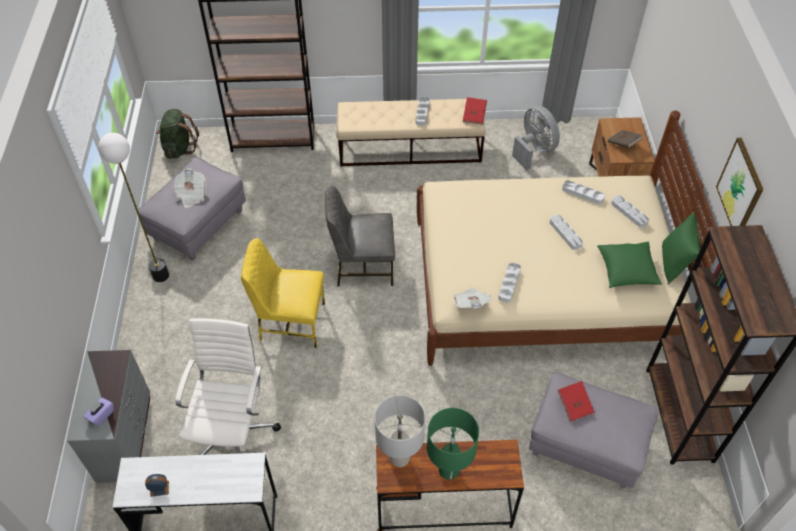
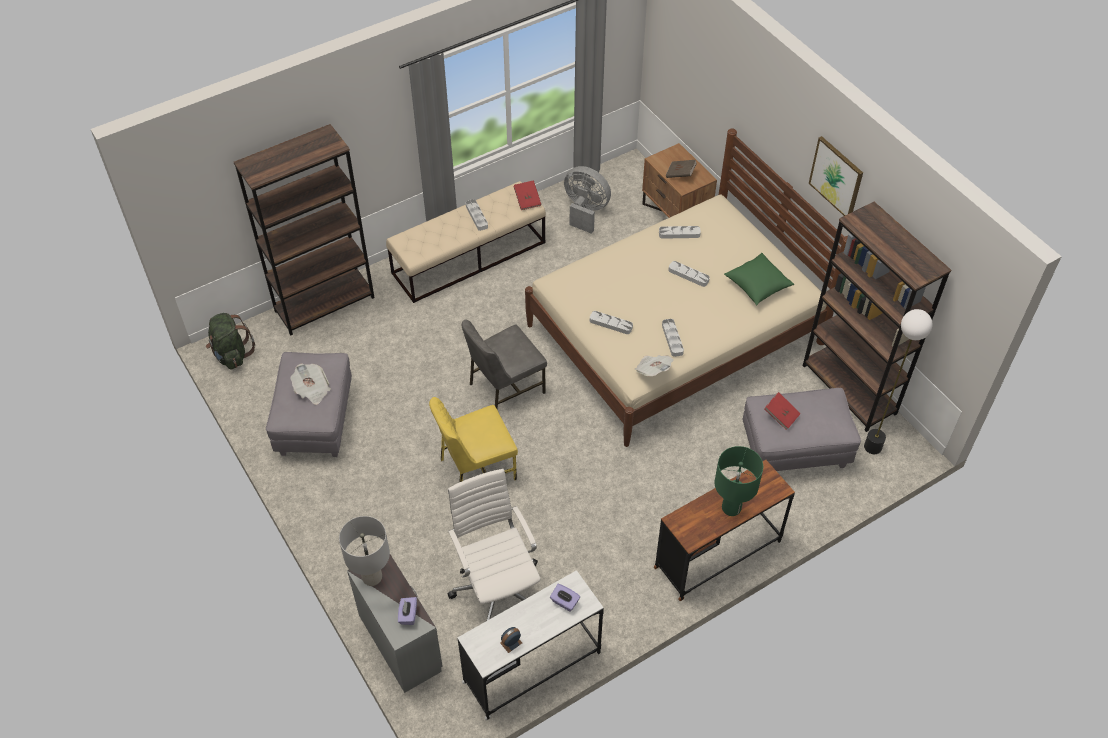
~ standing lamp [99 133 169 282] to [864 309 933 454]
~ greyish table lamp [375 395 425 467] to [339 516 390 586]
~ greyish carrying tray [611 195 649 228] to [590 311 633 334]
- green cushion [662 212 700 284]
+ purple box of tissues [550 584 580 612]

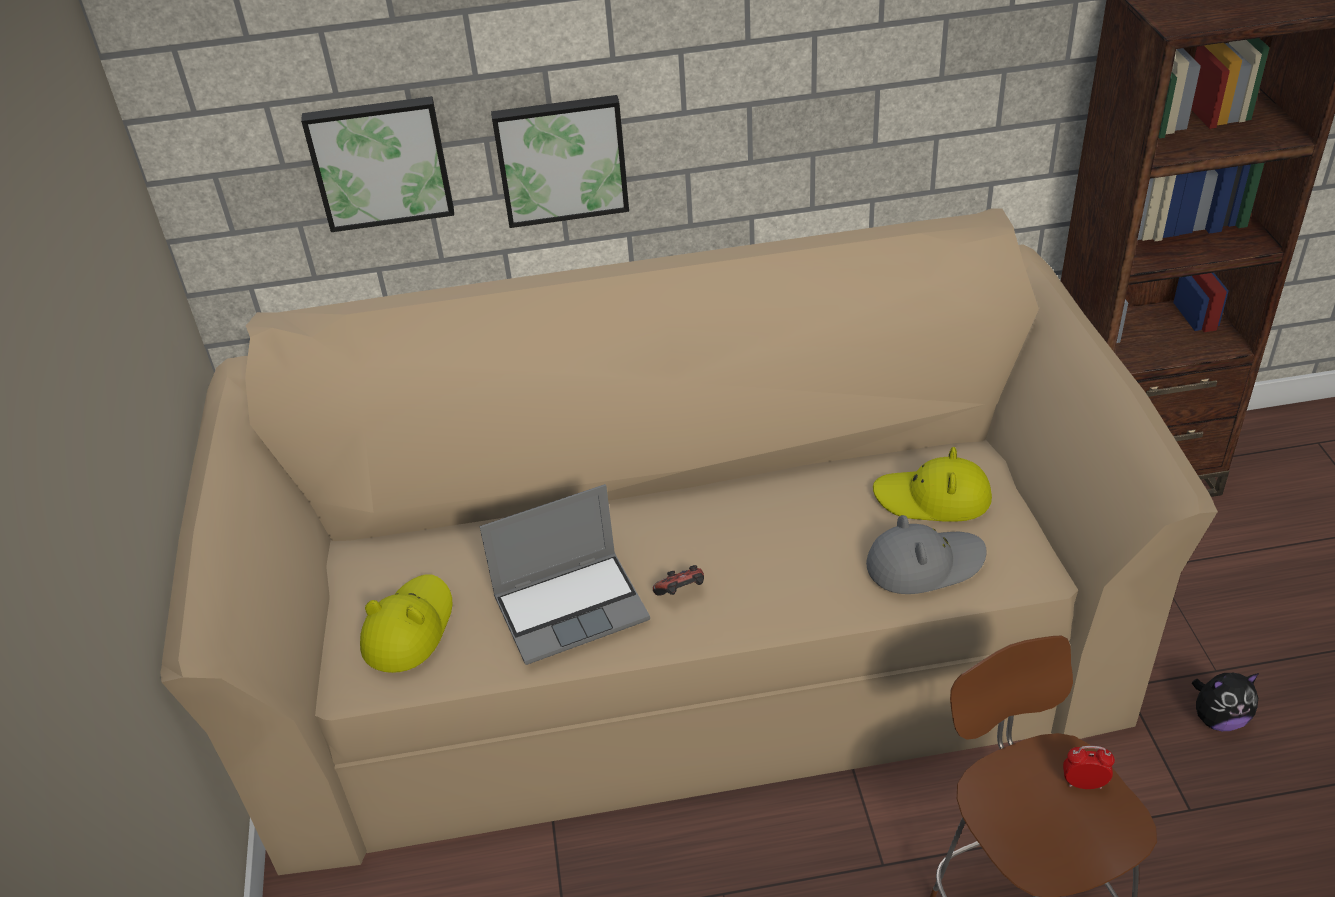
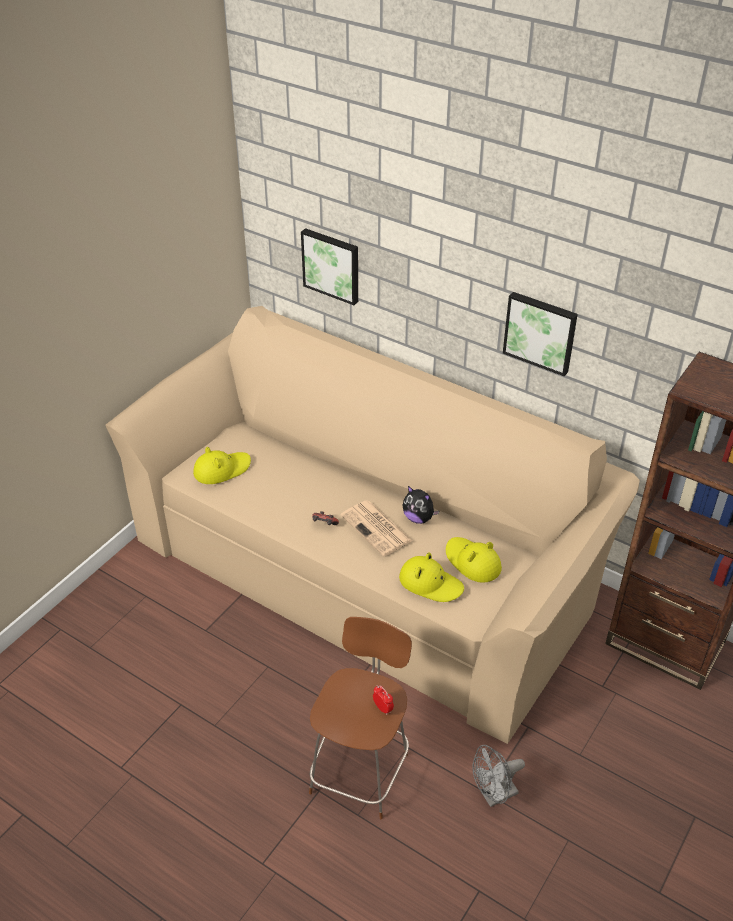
- portable computer [480 484 650 665]
~ wall picture [491 95 629 228] to [503 292 578 376]
~ greyish clothing hat [866 515 987 594] to yellow clothing hat [399 552 464 602]
~ plush toy [1192 673 1259 731] to [403 486 439 524]
+ printed paper [341 500 412 556]
+ greyish fan [472 745 525 807]

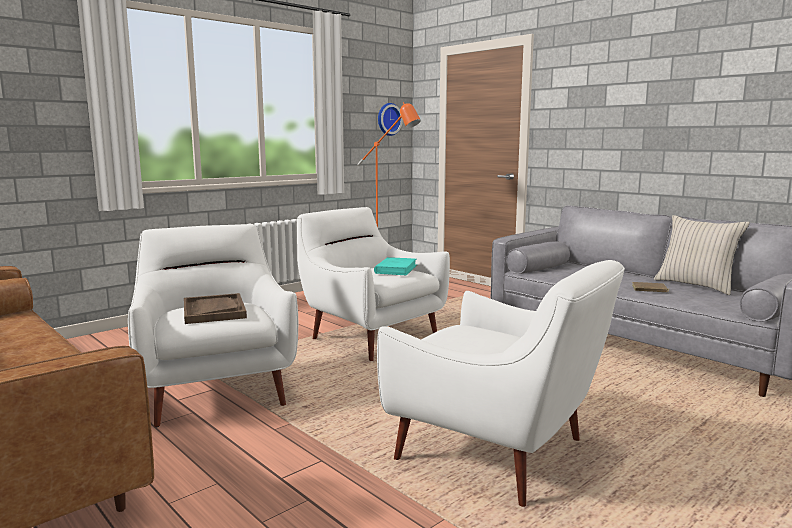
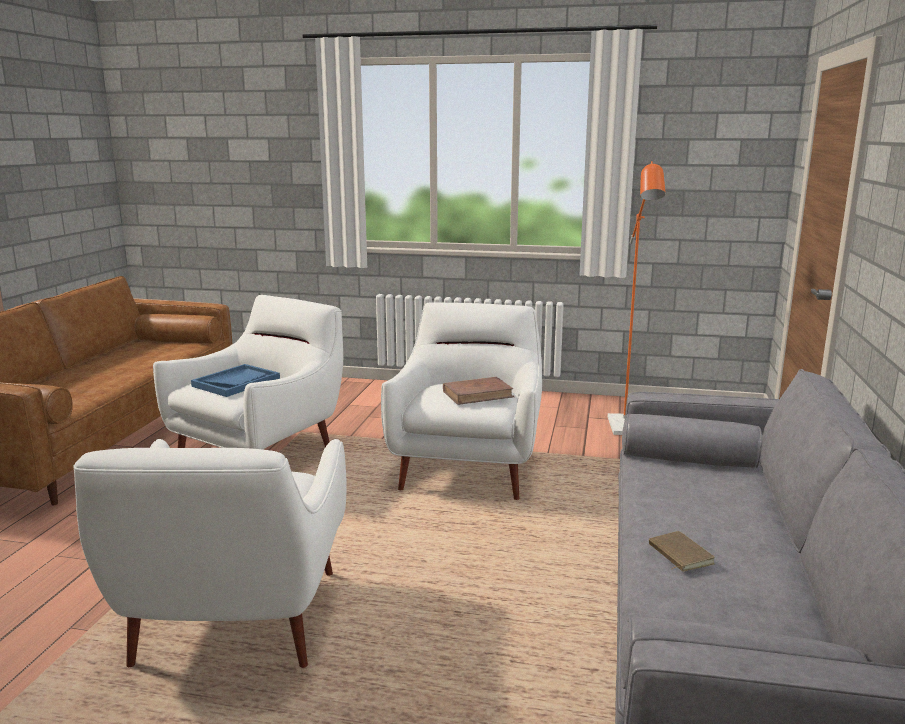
~ brownish carrying tray [184 293 247 324] to bluish carrying tray [191 364 280 397]
~ blue-green book [374 257 417 275] to brownish book [443 377 515 405]
- hanging clock [378 103 403 136]
- beige-coloured cushion [654 215 750 295]

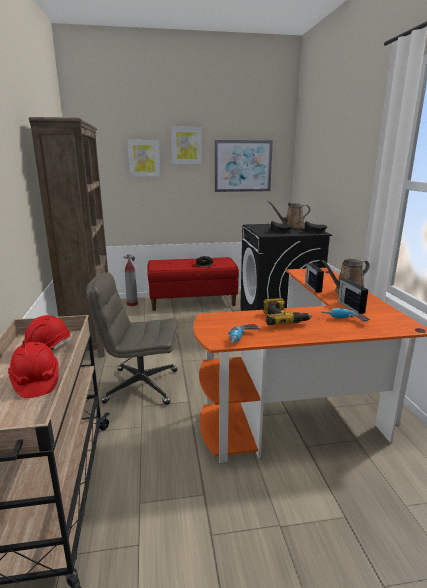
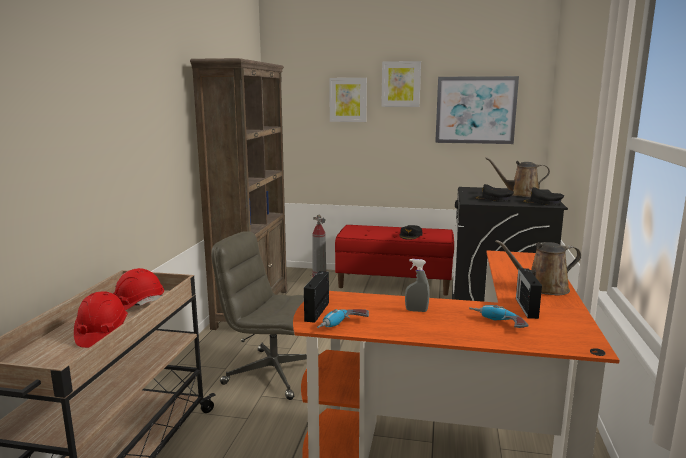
~ power drill [263 298 312 325] to greyish sprayer [405 259 430 312]
~ radio receiver [305 263 324 293] to [304 271 329 323]

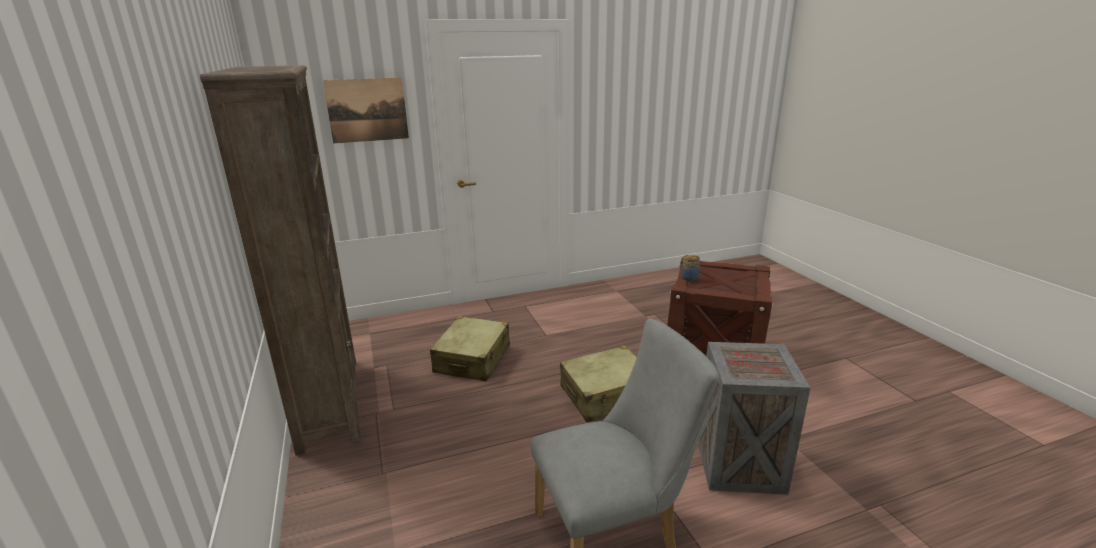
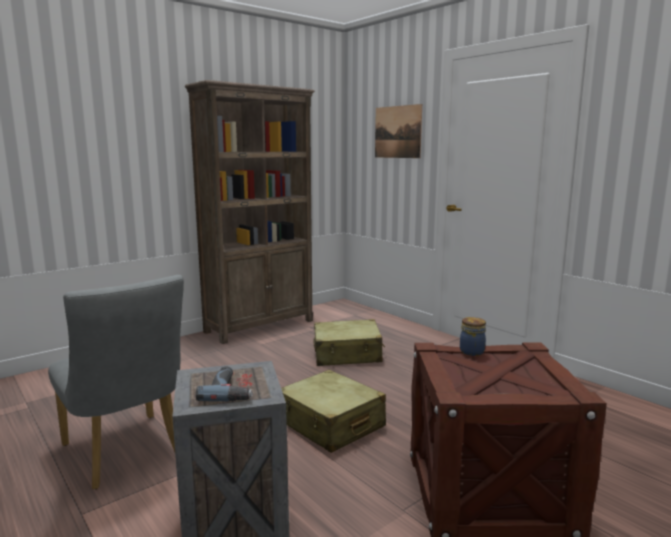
+ power drill [196 366 253 401]

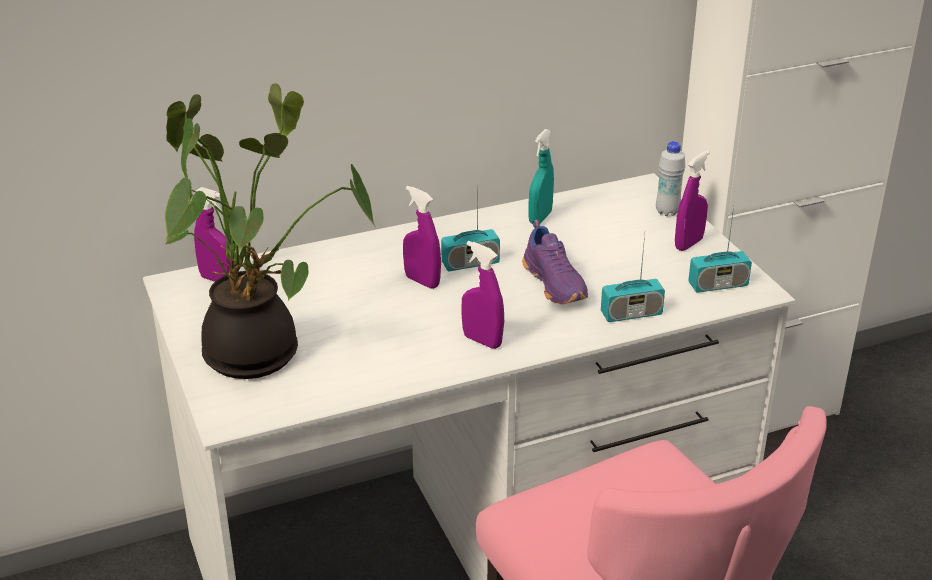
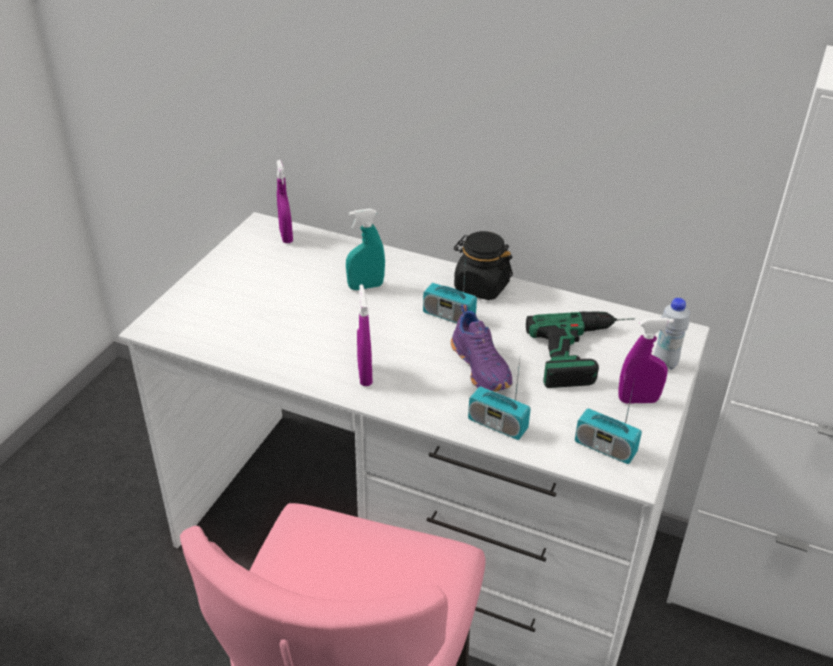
- houseplant [163 83 376 379]
- purple sprayer [403 186 441 289]
~ purple item of footwear [522 220 588 304] = [451 304 512 392] 45 degrees counterclockwise
~ blue-green sprayer [529 129 554 224] to [346 208 385 290]
+ blackish preserve jar [454 231 513 300]
+ power drill [526 311 635 388]

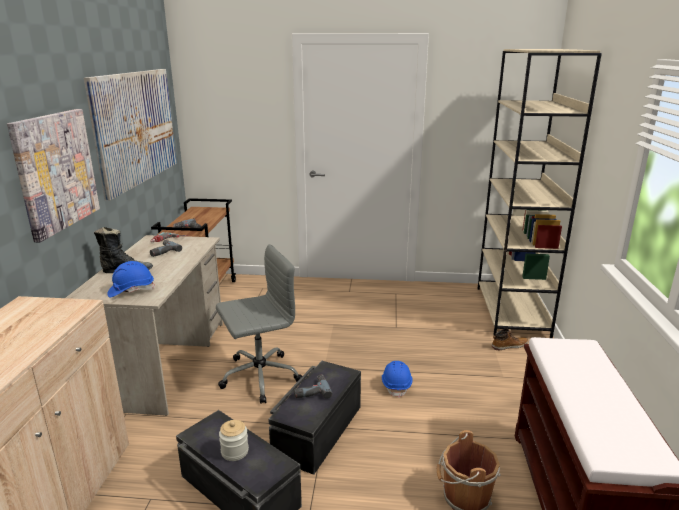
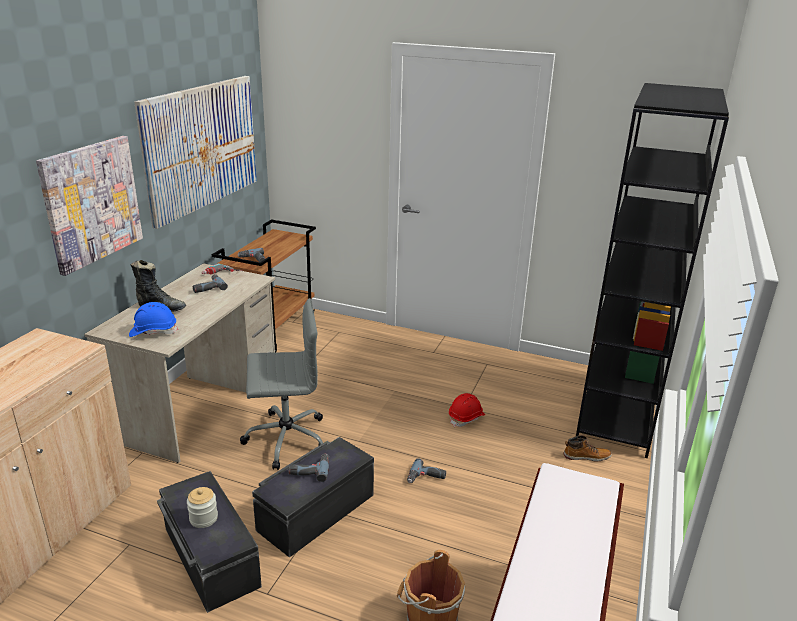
~ bluish hard hat [382 361 413 398] to power drill [407 458 446 483]
~ beige-coloured bookcase [477 49 602 338] to blackish bookcase [576 83 729 458]
+ reddish hard hat [449 393 485 427]

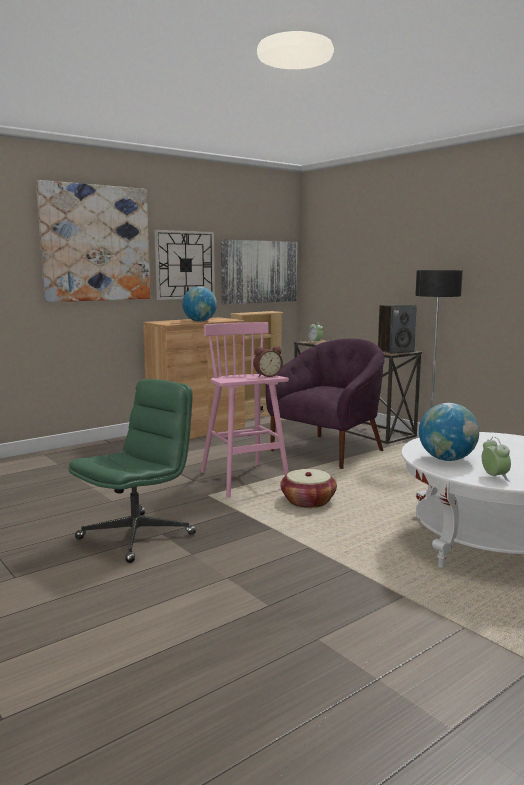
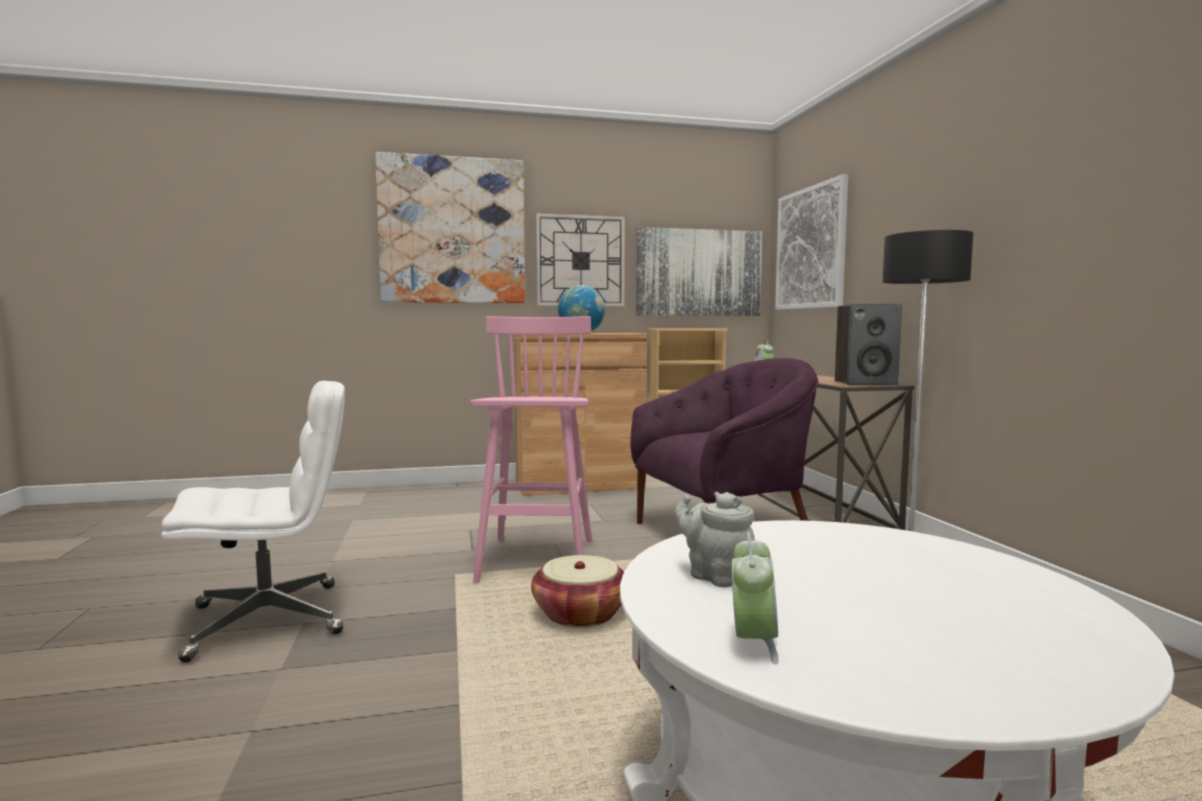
~ green office chair [68 379 196 563] to white-coloured office chair [161 381 345 663]
- alarm clock [253 346 283 377]
~ desk globe [419 403 479 461] to greyish pot for tea [675 492 755 587]
+ wall picture [775 174 848 310]

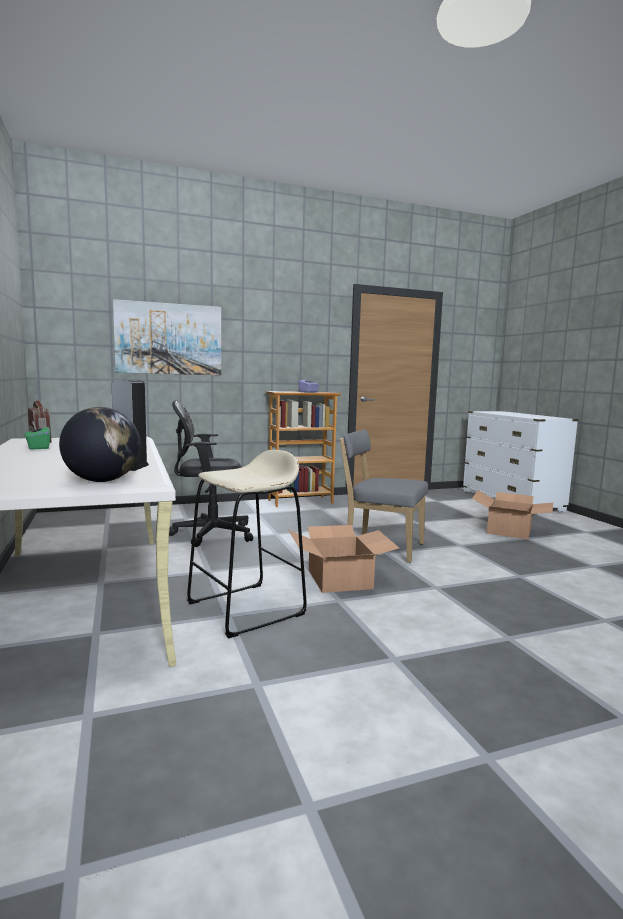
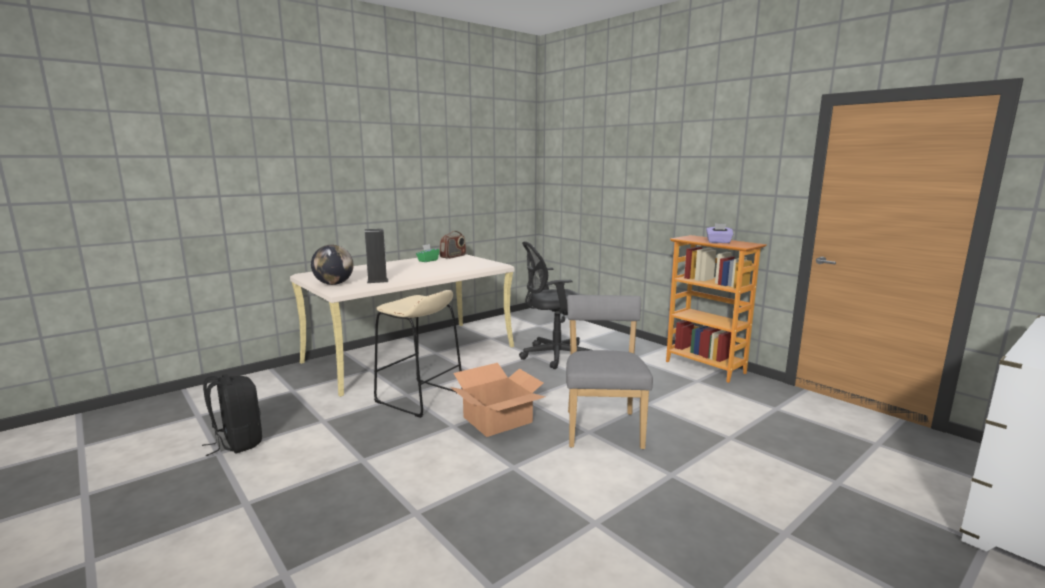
- wall picture [113 299 221 375]
~ blackish office chair [169 400 253 547] = [519 241 591 369] 75 degrees counterclockwise
- cardboard box [472 490 553 540]
+ blackish rucksack [202 374 262 456]

